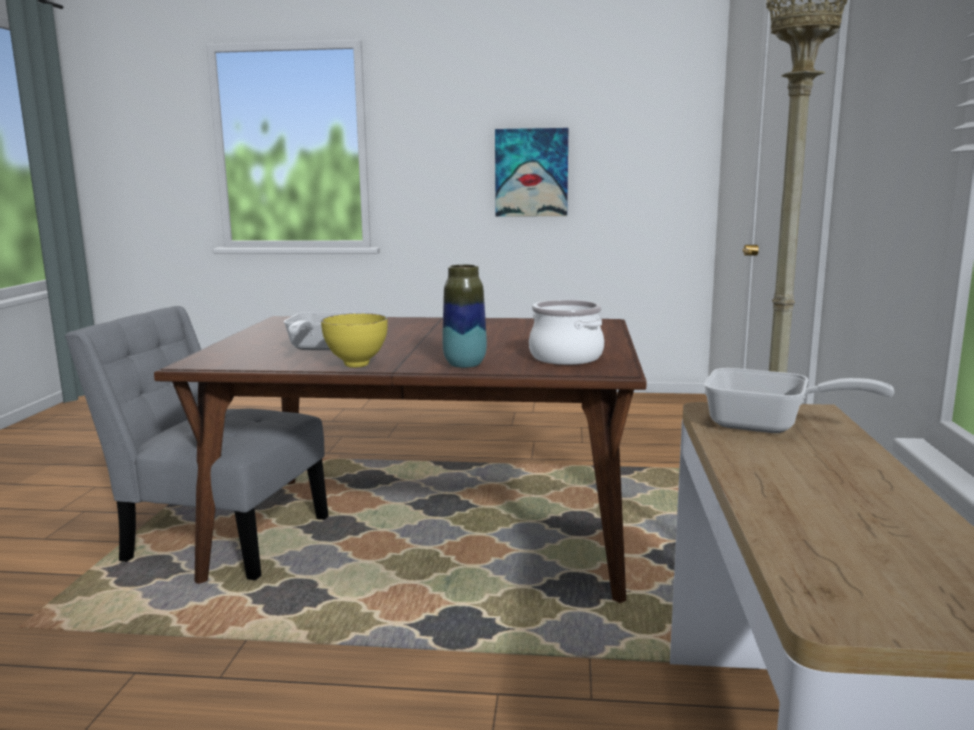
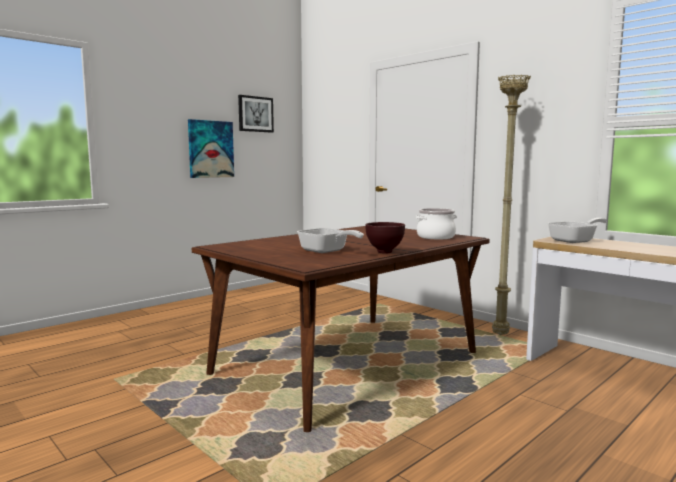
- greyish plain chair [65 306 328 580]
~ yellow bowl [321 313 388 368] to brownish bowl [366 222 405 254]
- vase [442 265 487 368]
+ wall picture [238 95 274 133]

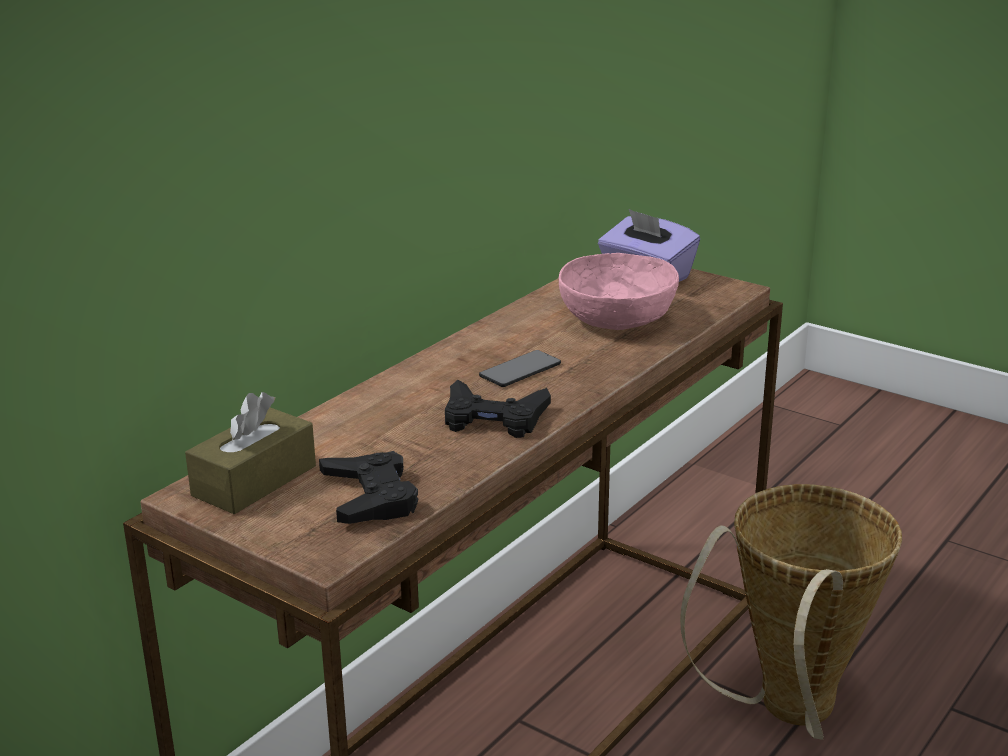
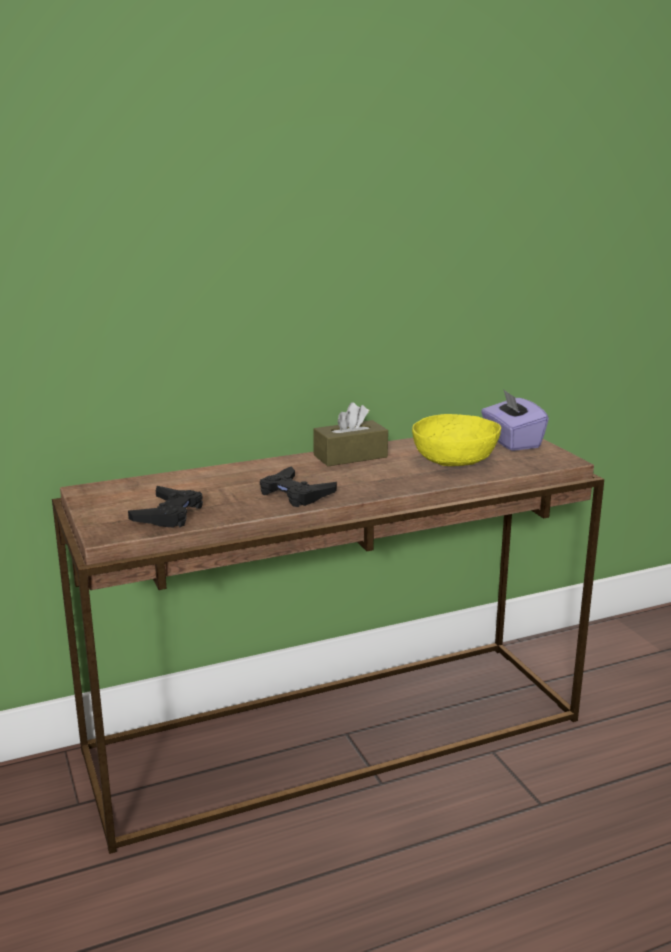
~ brownish box of tissues [185 392 316 514] to [313 402 388 466]
- handset [479 350 561 387]
~ pink bowl [559 253 679 330] to yellow bowl [412 414 501 466]
- basket [680 484 902 740]

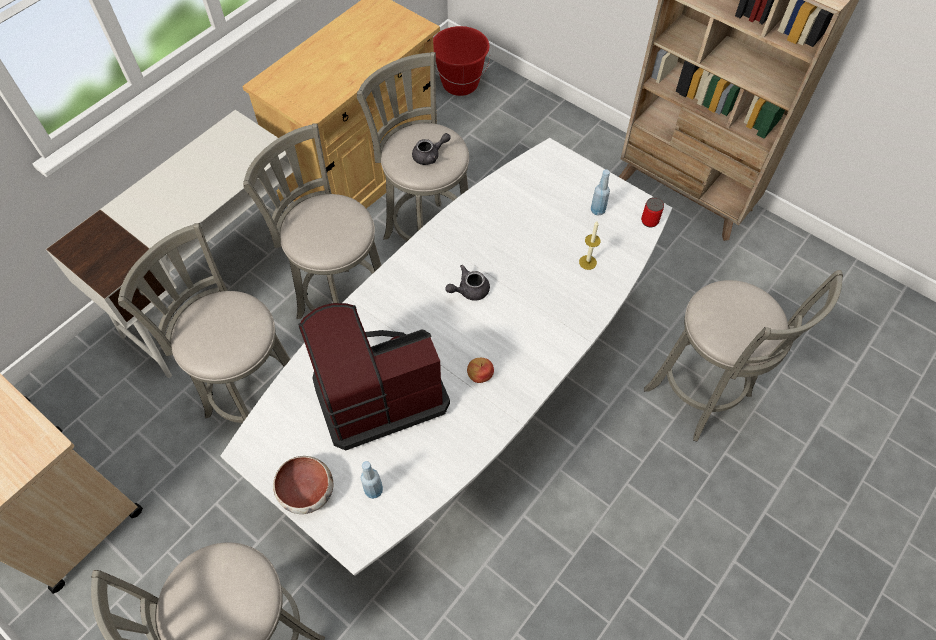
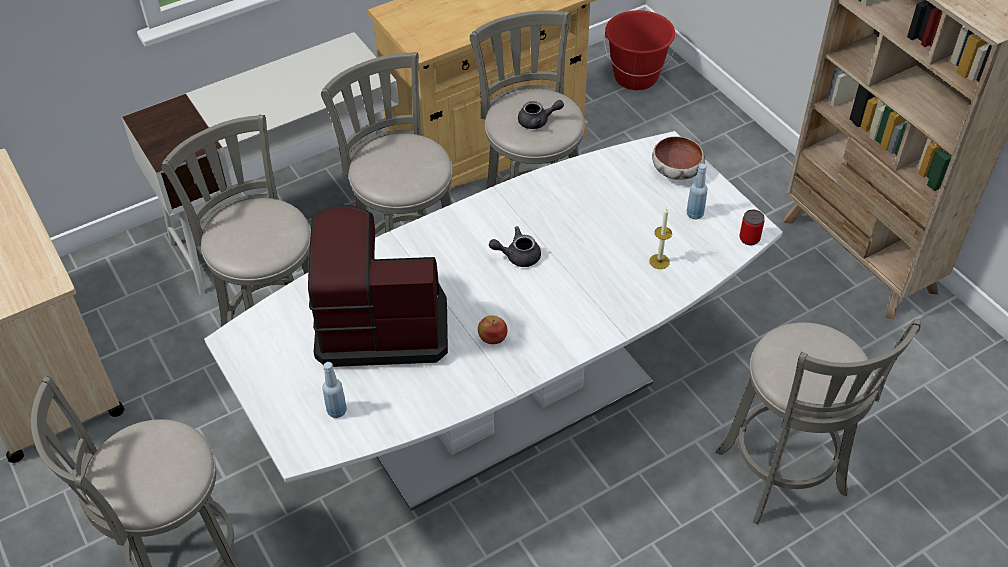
~ bowl [273 456 334 514] to [652 136 705 180]

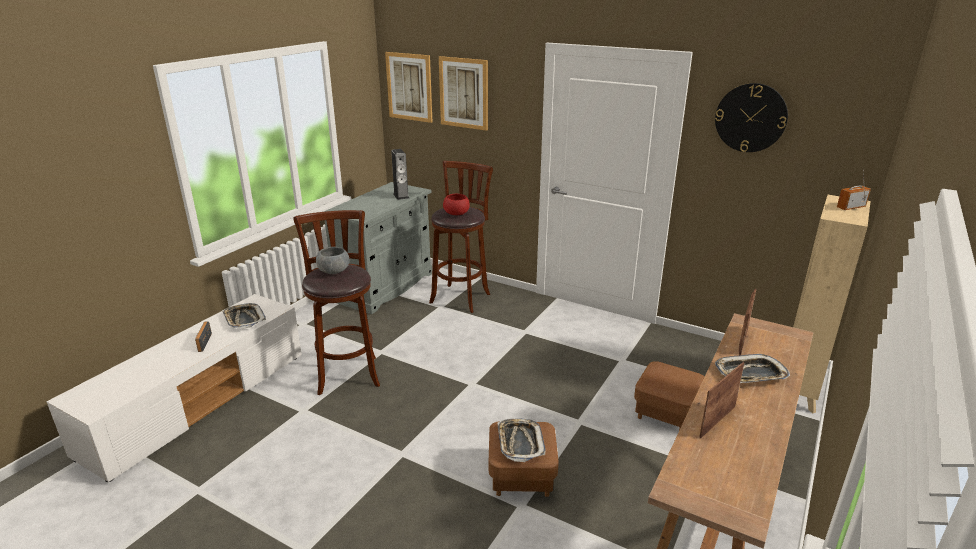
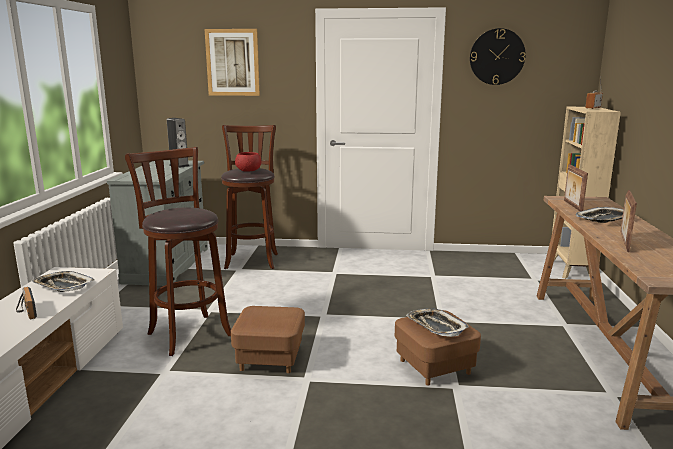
- greyish bowl [316 247 349 274]
- wall picture [385 52 432 123]
~ brownish footrest [634 361 705 430] to [231 306 305 373]

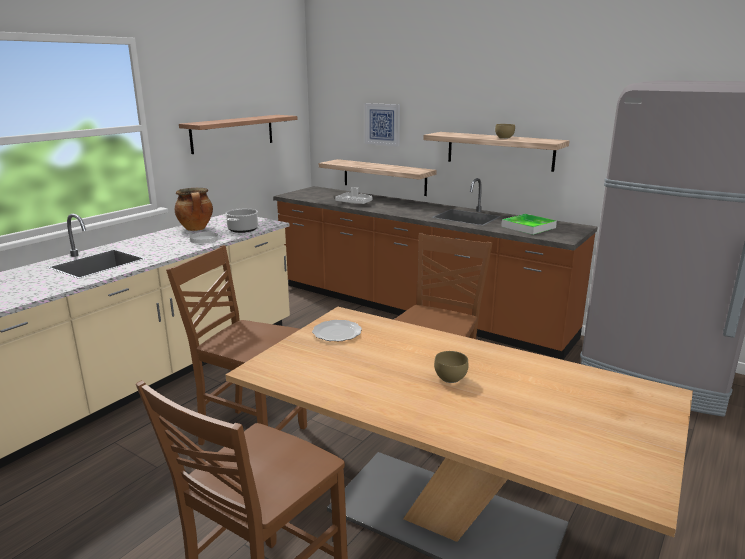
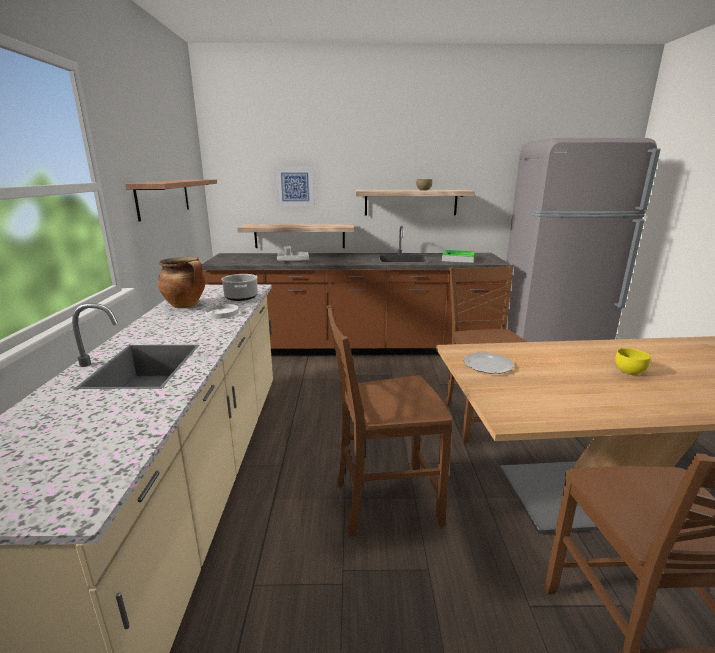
~ brownish bowl [434 351 468 383] to yellow bowl [615 348 651 375]

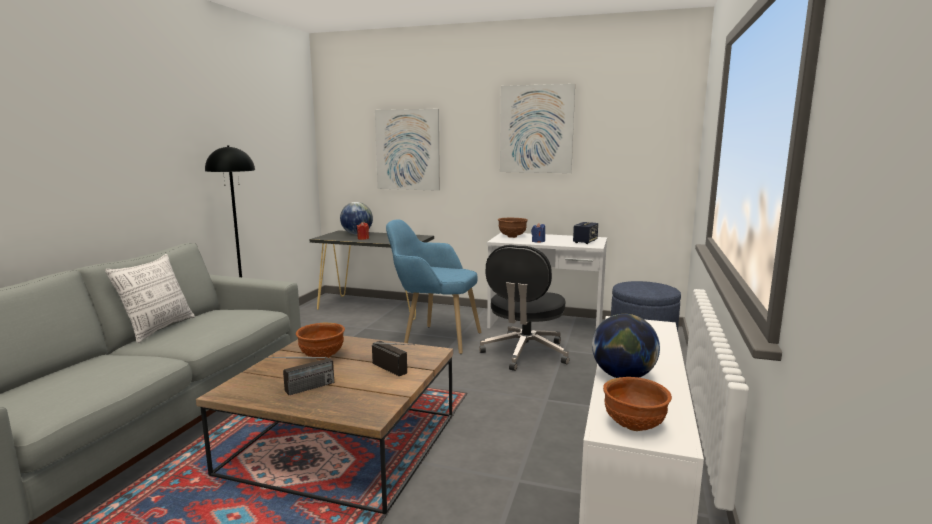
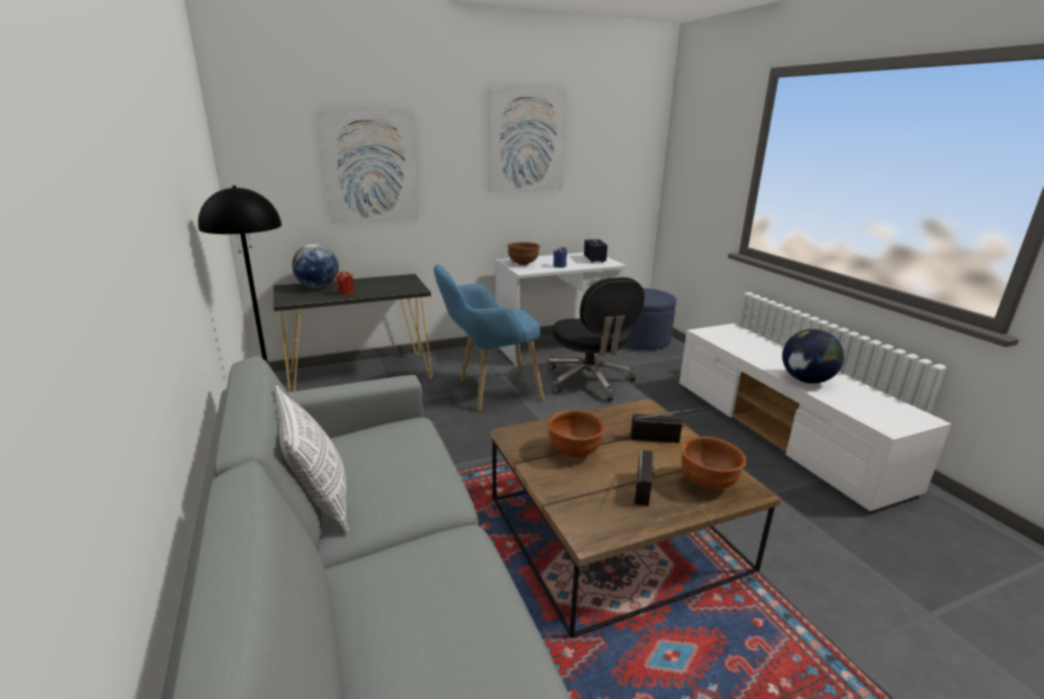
~ brownish bowl [603 377 672 431] to [681 436 747 490]

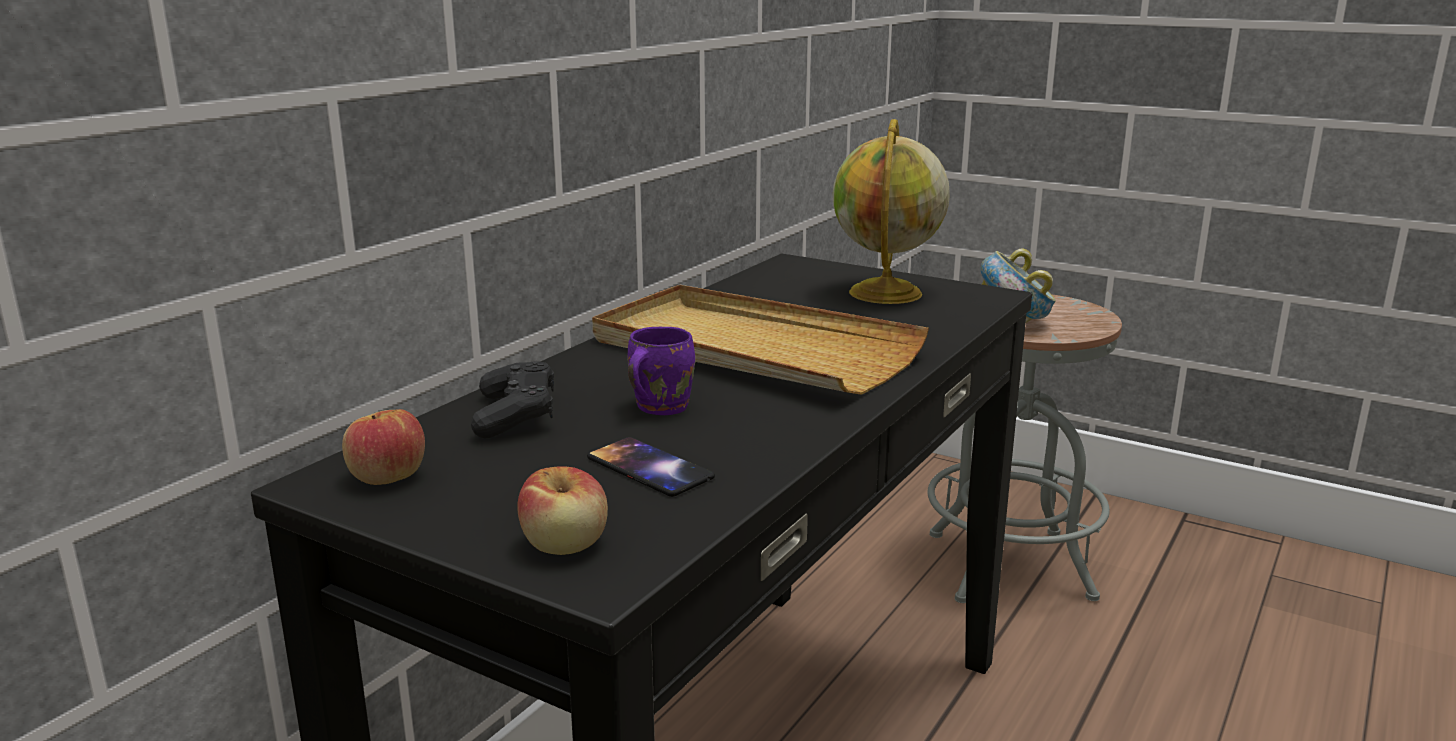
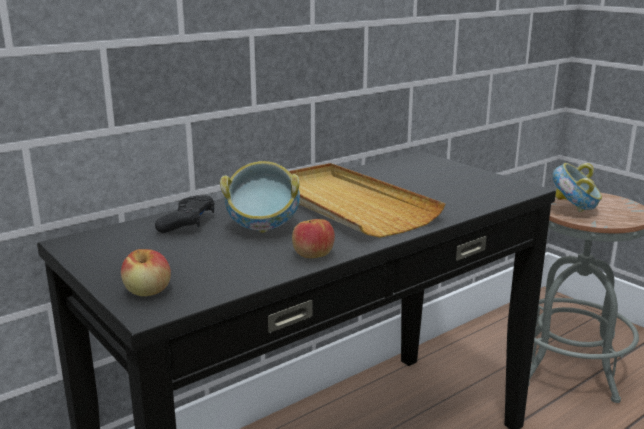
~ apple fruit [342 409 425 485] to [292 219 335 258]
- handset [587 437 715 497]
~ purple coffee mug [627 327 695 415] to bowl [220 161 300 233]
- desk globe [833 119 950 304]

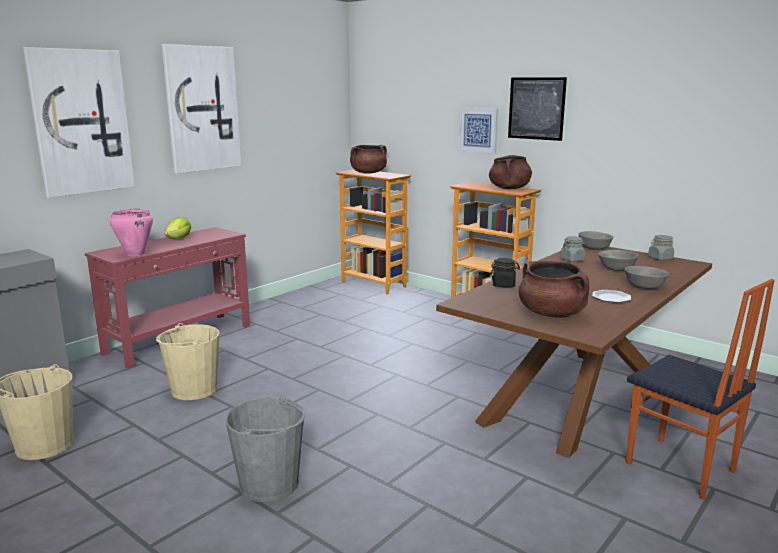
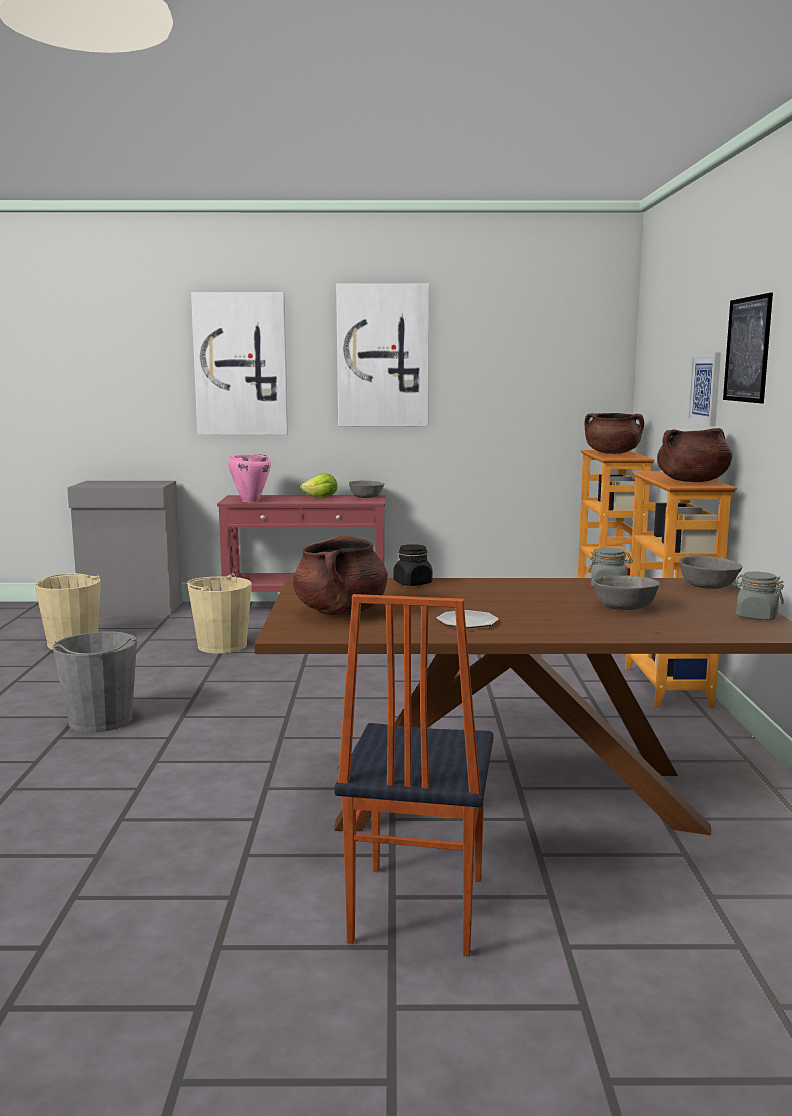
~ greyish bowl [625 266 669 290] to [349 481 384 498]

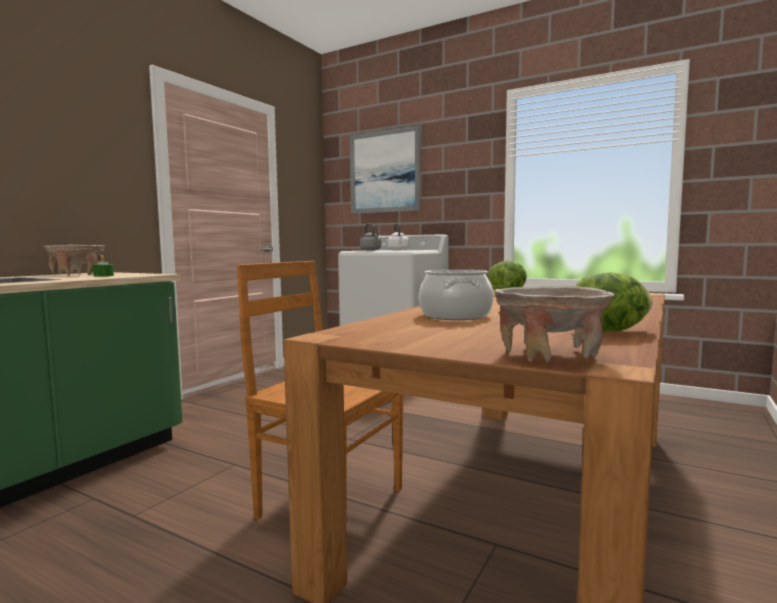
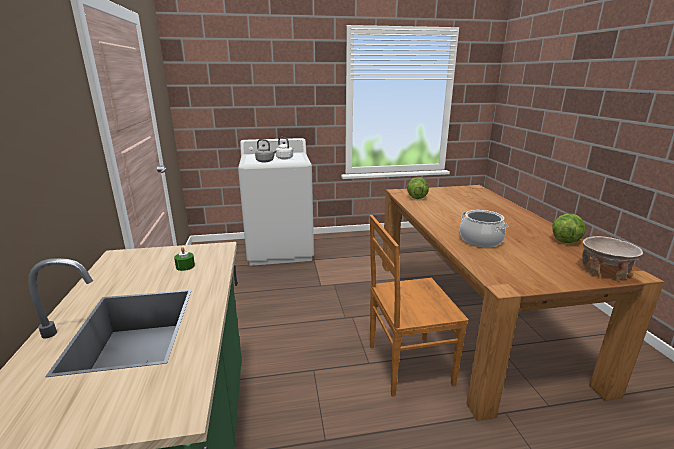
- beige-coloured bowl [43 245 105 275]
- wall picture [350 125 421 214]

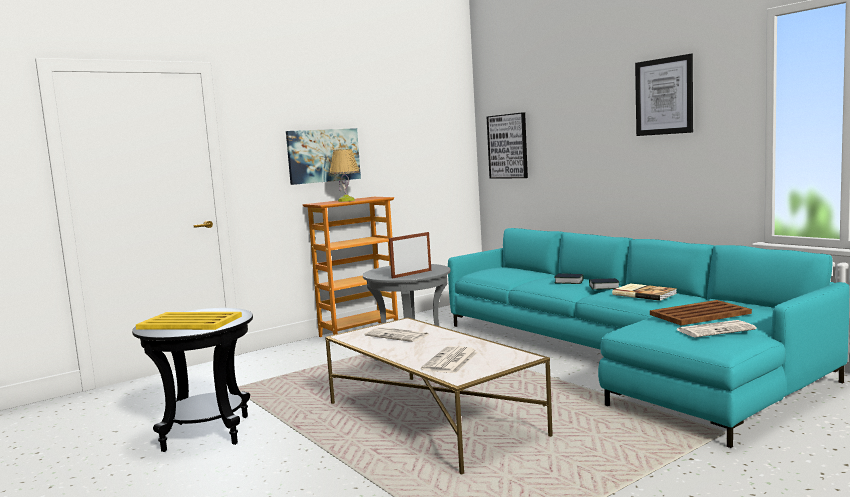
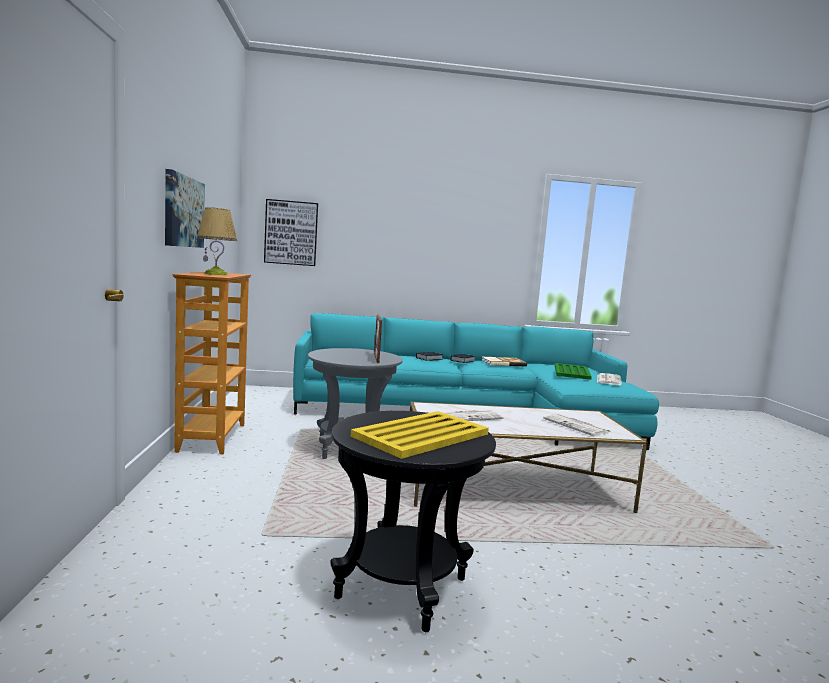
- wall picture [635 54 693 136]
~ brownish carrying tray [650 300 752 326] to green carrying tray [555 363 592 380]

